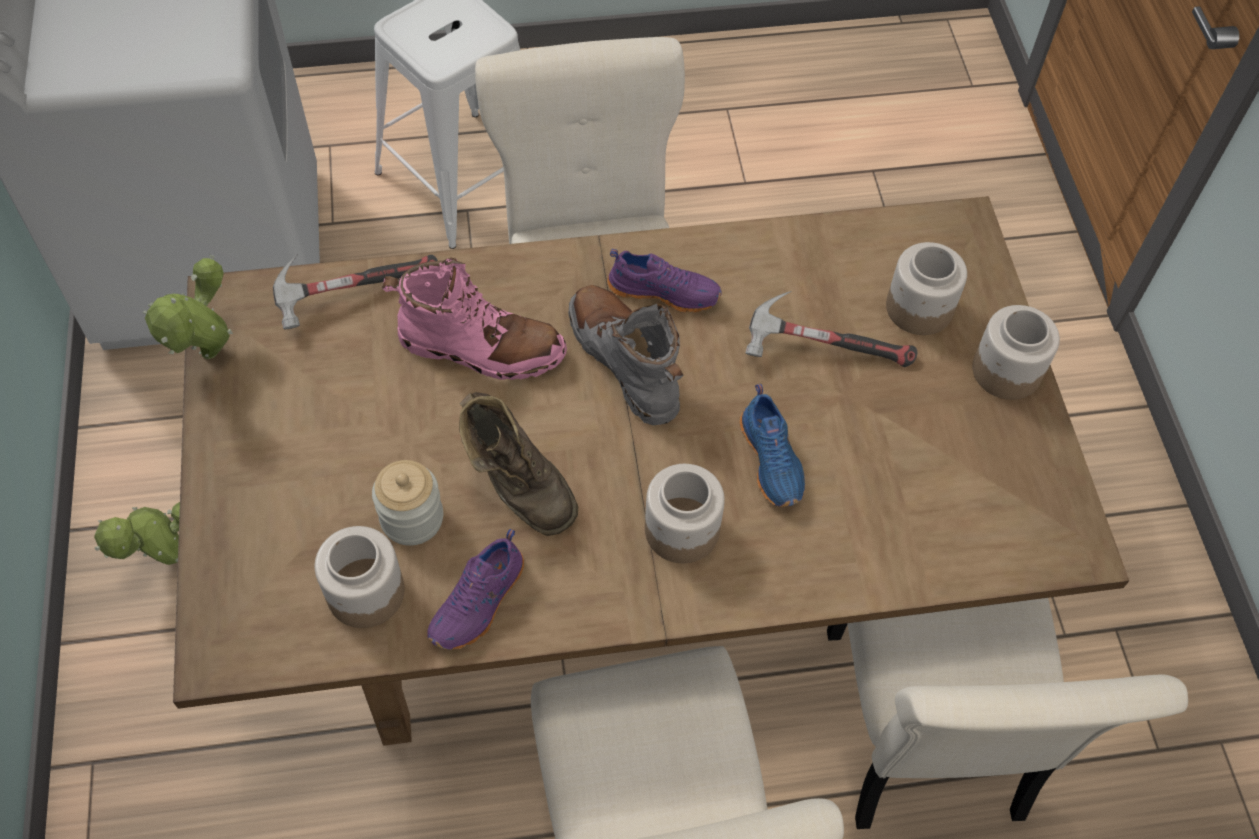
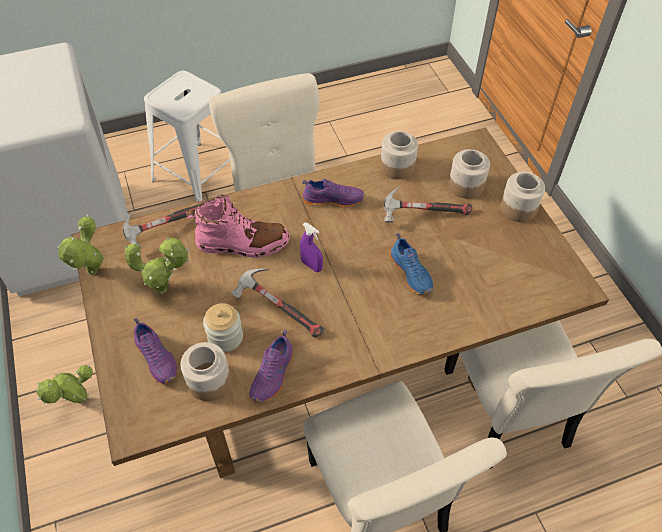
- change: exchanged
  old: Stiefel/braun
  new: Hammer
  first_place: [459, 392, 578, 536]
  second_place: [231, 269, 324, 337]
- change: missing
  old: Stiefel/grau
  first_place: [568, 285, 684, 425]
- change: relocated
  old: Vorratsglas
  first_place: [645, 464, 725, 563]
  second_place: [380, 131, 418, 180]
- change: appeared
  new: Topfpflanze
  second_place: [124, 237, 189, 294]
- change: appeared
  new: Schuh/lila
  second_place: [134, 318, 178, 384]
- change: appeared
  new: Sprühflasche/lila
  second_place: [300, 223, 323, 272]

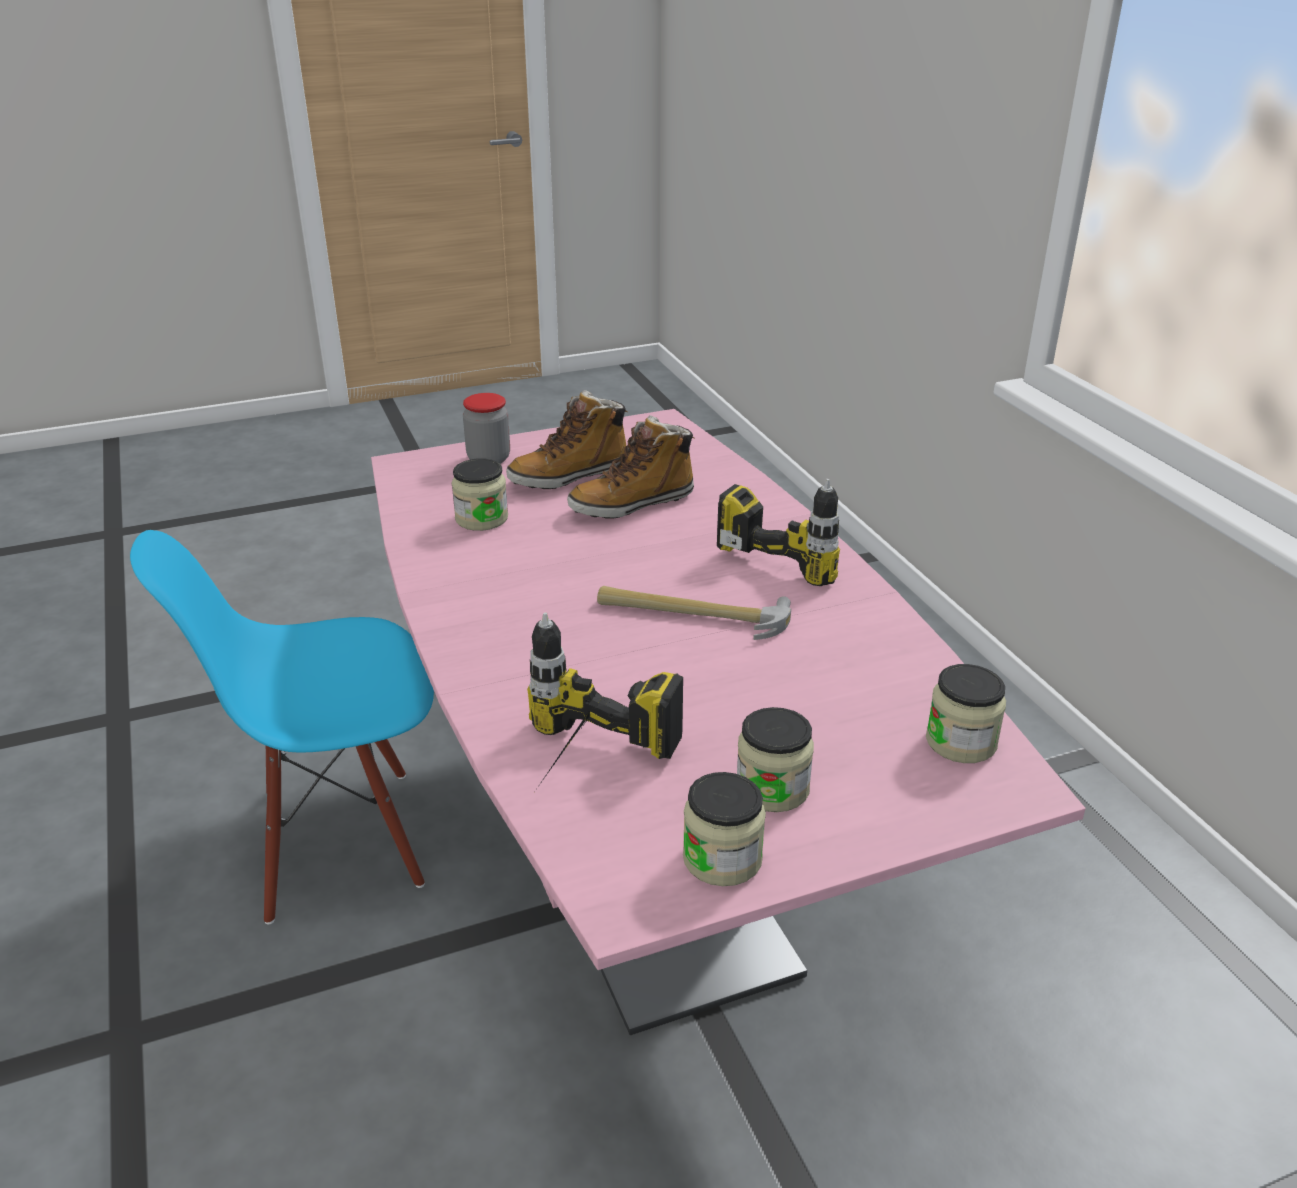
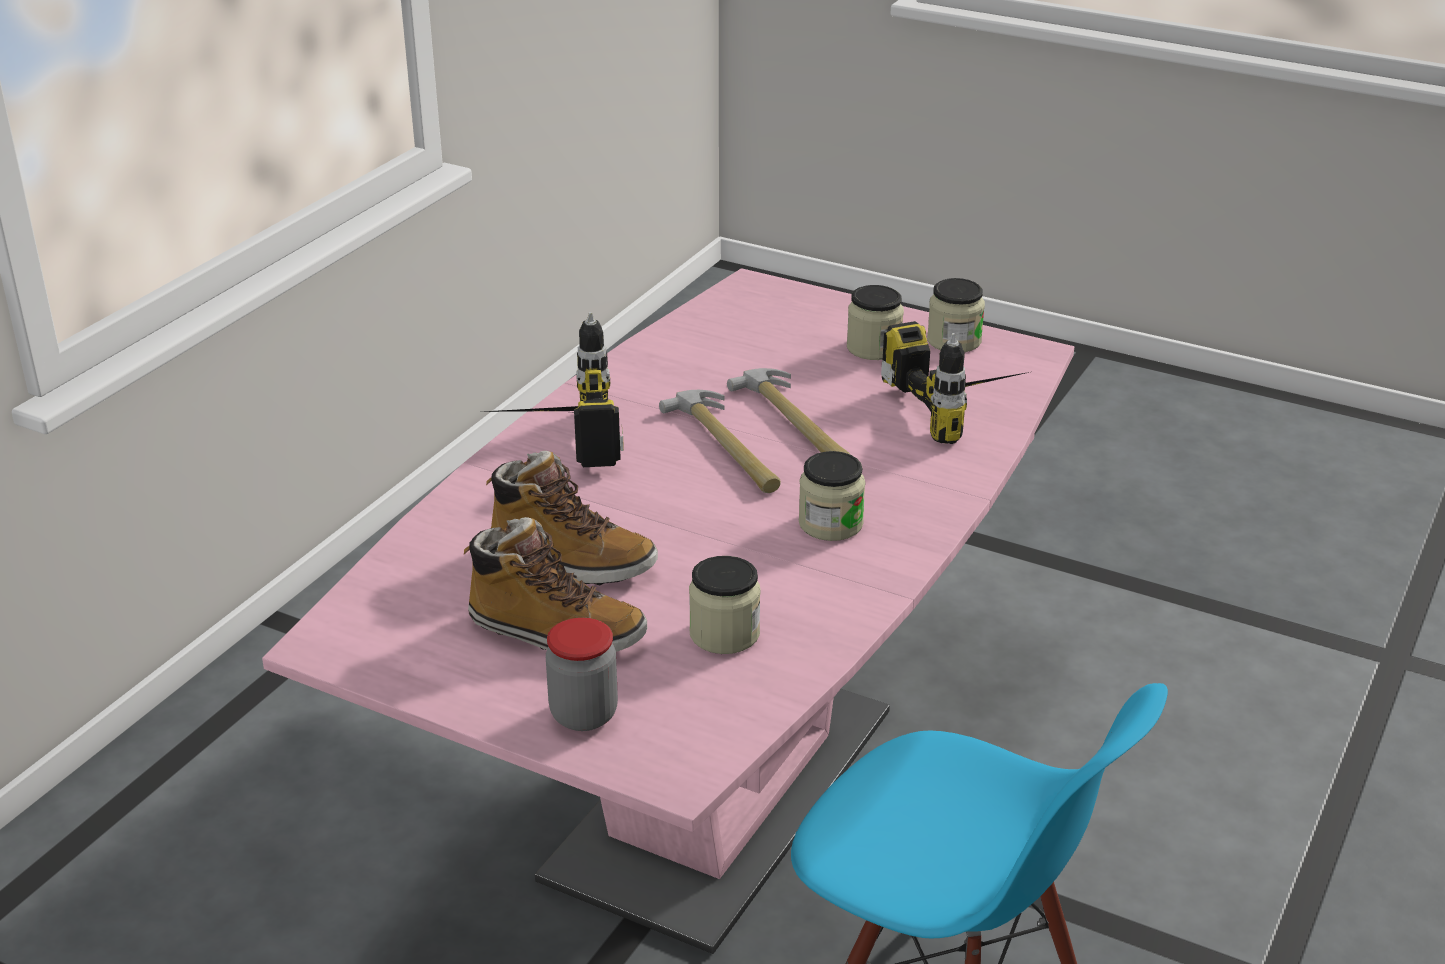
- change: relocated
  old: Vorratsglas
  first_place: [926, 664, 1006, 763]
  second_place: [799, 451, 865, 541]
- change: appeared
  new: Hammer
  second_place: [727, 368, 850, 454]

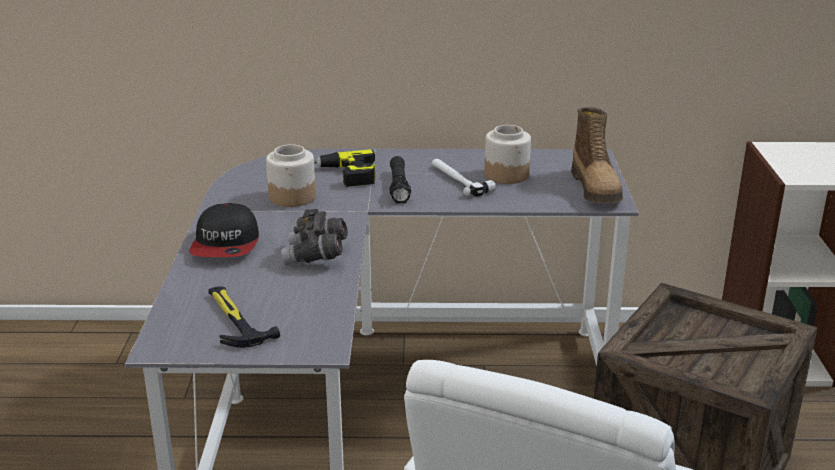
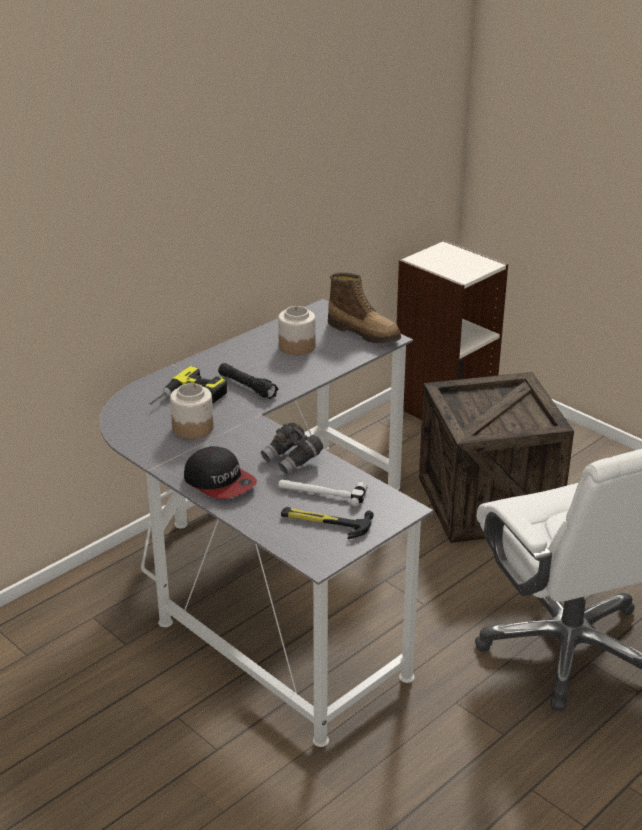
- change: relocated
  old: Hammer
  first_place: [432, 159, 496, 197]
  second_place: [278, 480, 367, 506]

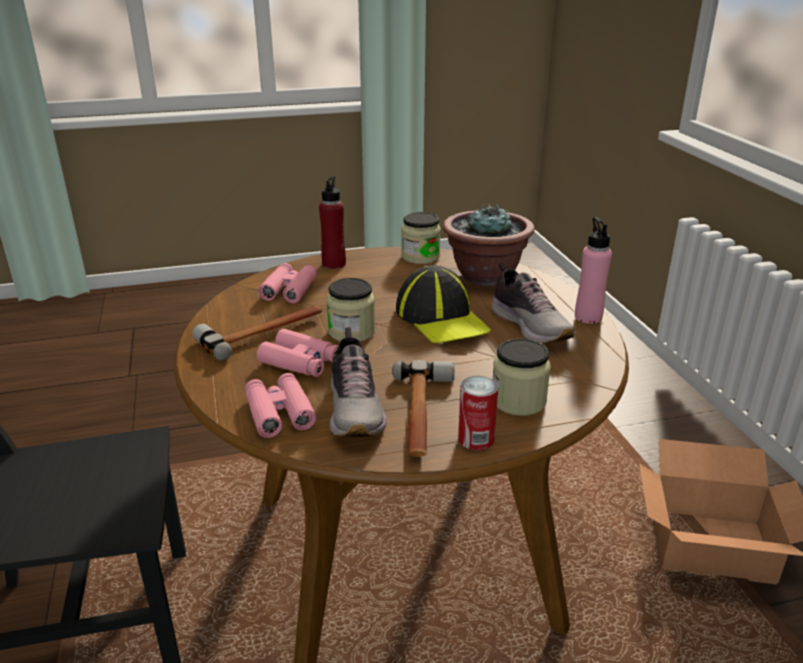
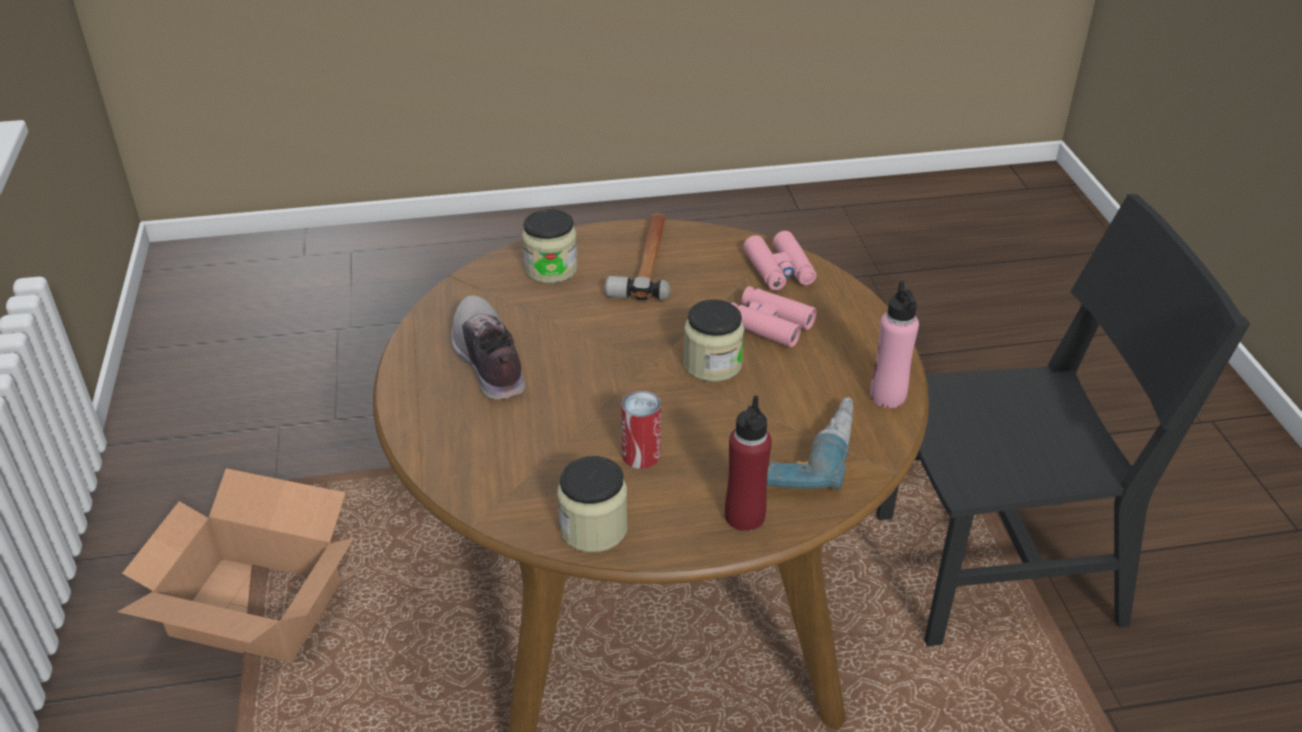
- change: missing
  old: Hammer
  first_place: [193, 306, 322, 360]
- change: exchanged
  old: Fernglas/rosa
  new: Bohrmaschine
  first_place: [258, 263, 317, 303]
  second_place: [767, 397, 854, 491]
- change: missing
  old: Schuh
  first_place: [330, 327, 387, 437]
- change: missing
  old: Kappe
  first_place: [396, 265, 491, 343]
- change: missing
  old: Topfpflanze
  first_place: [443, 204, 534, 286]
- change: relocated
  old: Dose
  first_place: [458, 376, 498, 450]
  second_place: [621, 391, 661, 469]
- change: relocated
  old: Flasche/rosa
  first_place: [575, 217, 612, 324]
  second_place: [870, 281, 919, 408]

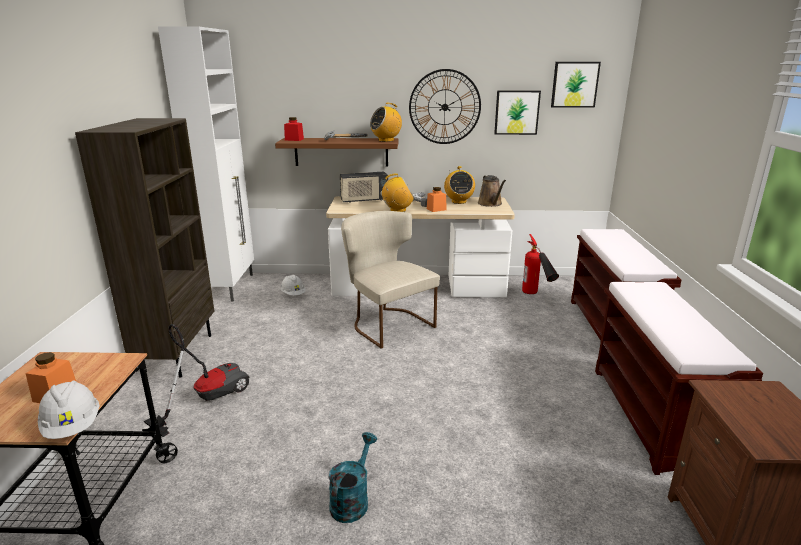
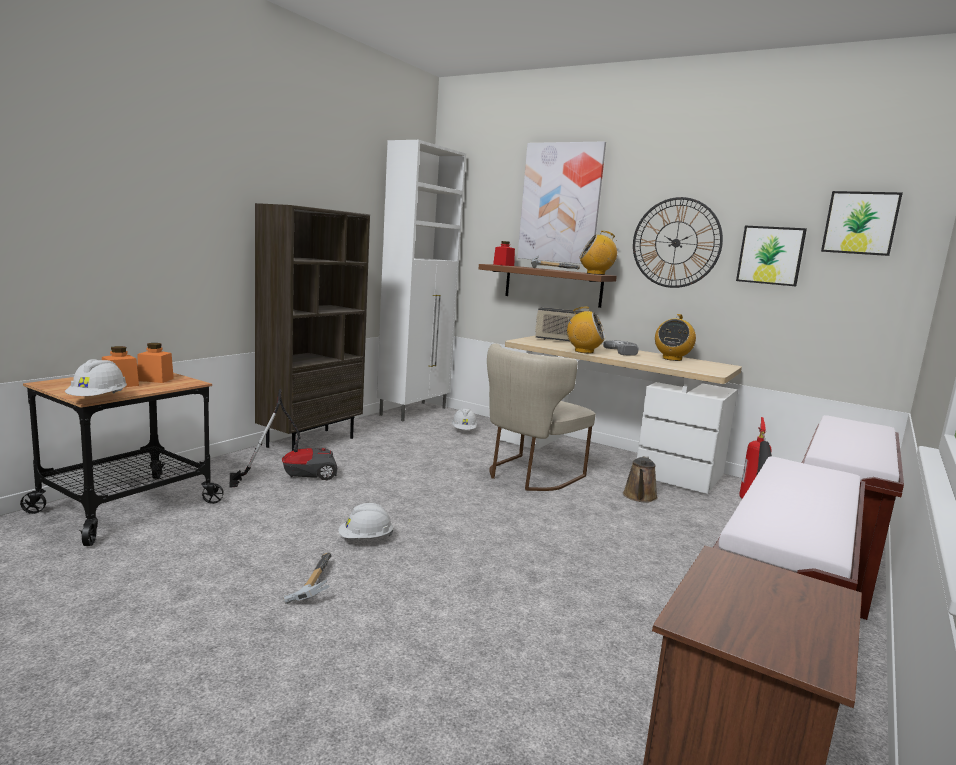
- change: exchanged
  old: Gießkanne/türkis
  new: Hammer
  first_place: [329, 432, 377, 523]
  second_place: [284, 552, 331, 604]
- change: spun
  old: Stuhl/beige
  first_place: [341, 211, 440, 349]
  second_place: [487, 344, 596, 491]
  degrees: -135
- change: relocated
  old: Vorratsglas/orange
  first_place: [427, 187, 446, 212]
  second_place: [137, 343, 174, 383]
- change: relocated
  old: Gießkanne/braun
  first_place: [478, 175, 506, 207]
  second_place: [623, 456, 658, 503]
- change: appeared
  new: Schutzhelm/weiß
  second_place: [338, 503, 394, 538]
- change: appeared
  new: Bild
  second_place: [517, 141, 606, 264]

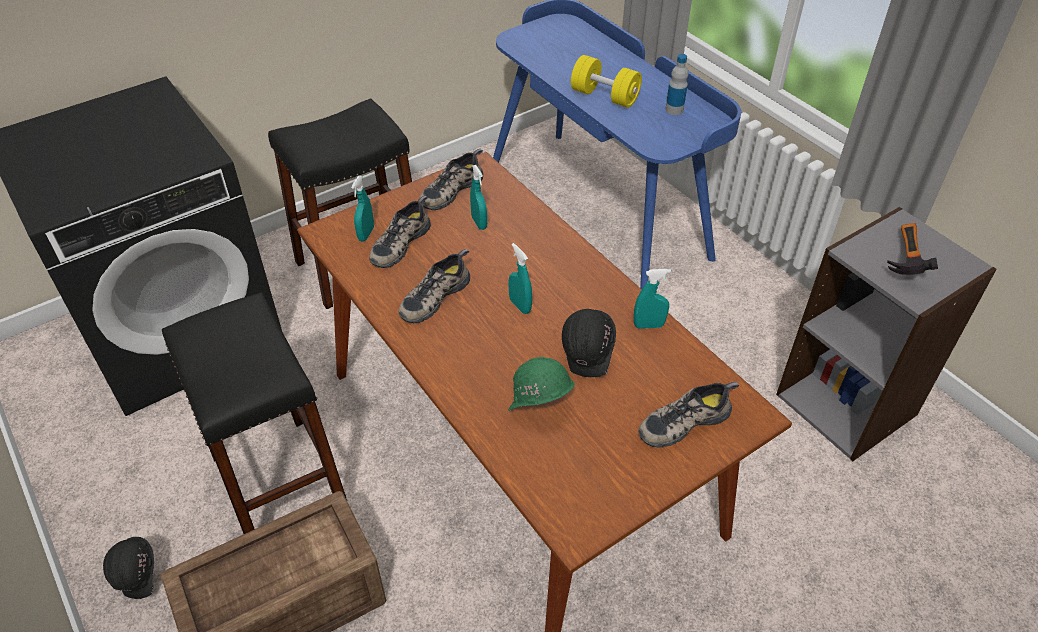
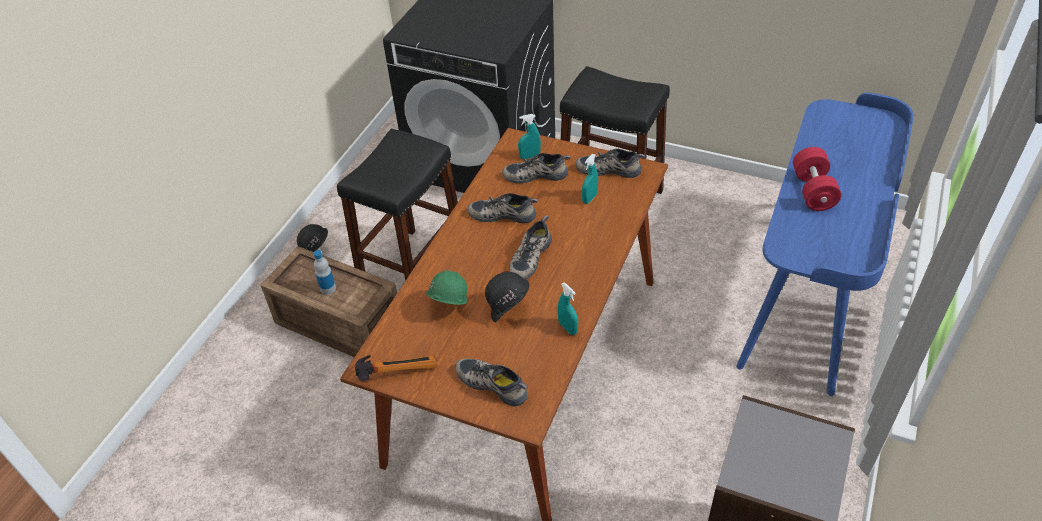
- change: exchanged
  old: Sprühflasche/türkis
  new: Schuh
  first_place: [508, 243, 532, 314]
  second_place: [509, 215, 552, 279]
- change: colour
  old: Hantel/gelb
  new: Hantel/rot
  first_place: [571, 55, 642, 108]
  second_place: [793, 147, 841, 211]
- change: relocated
  old: Flasche
  first_place: [665, 54, 688, 115]
  second_place: [314, 250, 336, 295]
- change: relocated
  old: Hammer
  first_place: [887, 223, 938, 275]
  second_place: [355, 355, 437, 381]

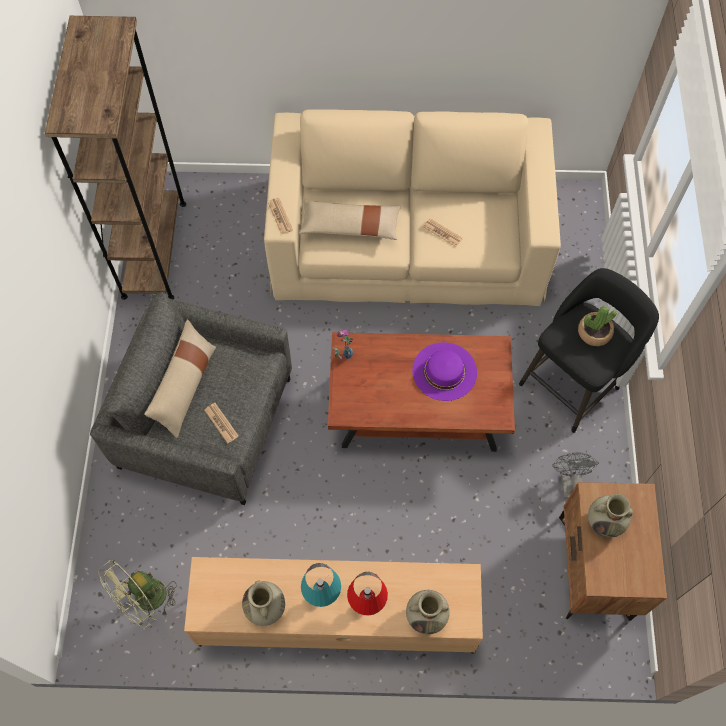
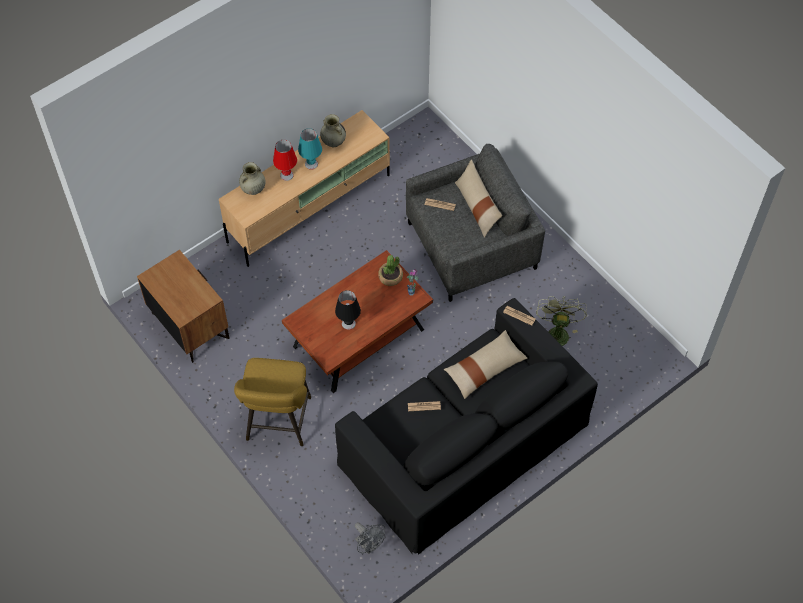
- change: missing
  old: Bücherregal/braun
  first_place: [45, 16, 186, 300]
- change: relocated
  old: Ventilator/grün
  first_place: [98, 560, 177, 628]
  second_place: [536, 296, 587, 346]
- change: colour
  old: Sofa/beige
  new: Sofa/schwarz
  first_place: [264, 109, 561, 306]
  second_place: [335, 298, 598, 555]
- change: exchanged
  old: Hut/lila
  new: Tischlampe/schwarz
  first_place: [412, 342, 477, 401]
  second_place: [335, 290, 361, 330]
- change: colour
  old: Hocker/schwarz
  new: Hocker/gelb
  first_place: [519, 268, 659, 433]
  second_place: [234, 358, 311, 446]
- change: relocated
  old: Ventilator/grau
  first_place: [552, 452, 599, 499]
  second_place: [355, 522, 385, 554]
- change: relocated
  old: Topfpflanze
  first_place: [578, 306, 617, 346]
  second_place: [378, 255, 403, 286]
- change: missing
  old: Vase/beige
  first_place: [588, 494, 633, 537]

